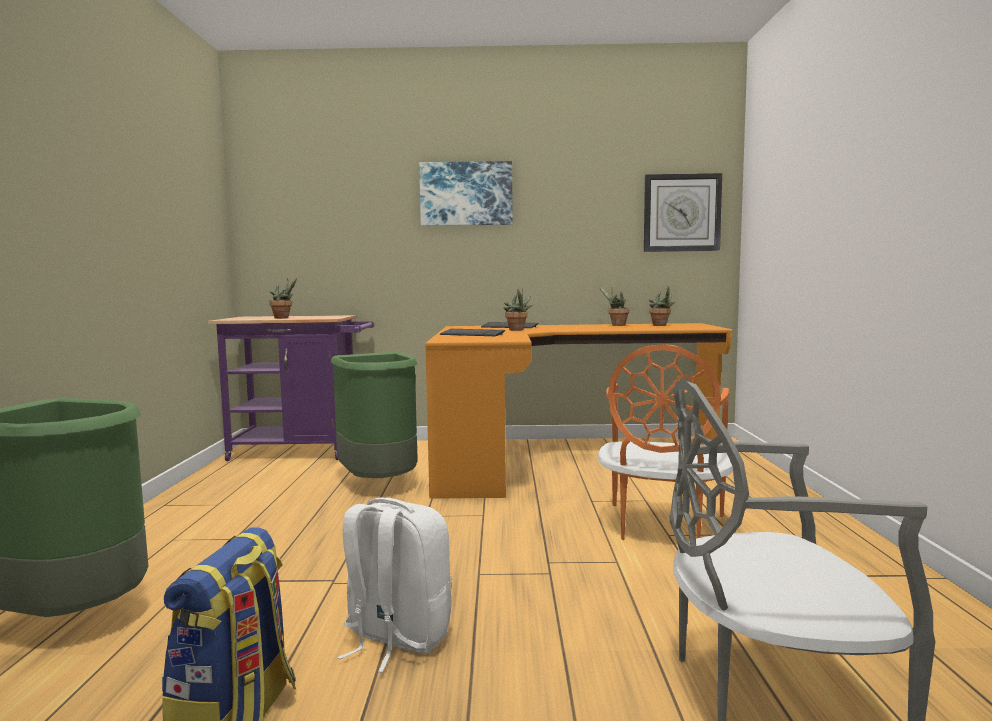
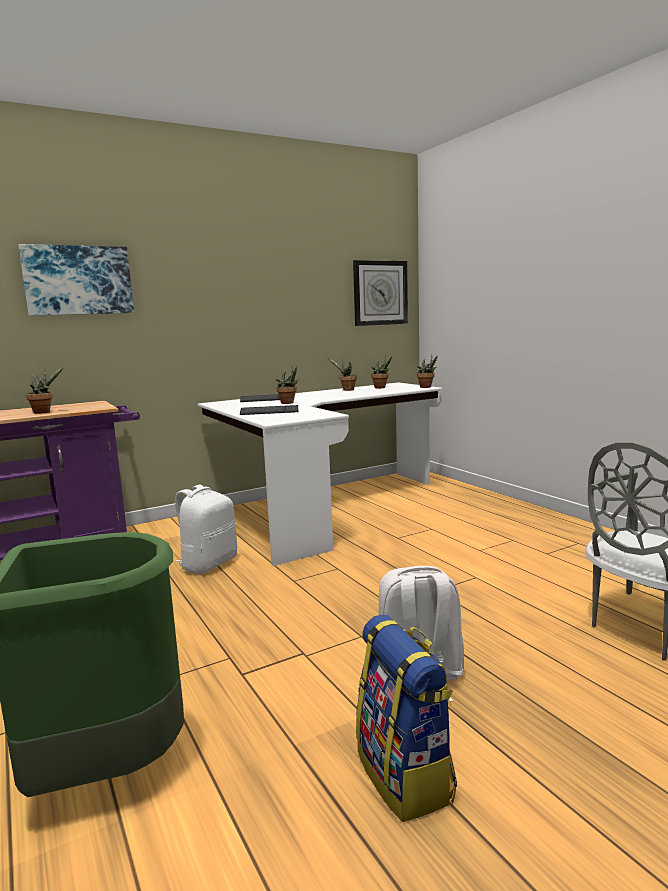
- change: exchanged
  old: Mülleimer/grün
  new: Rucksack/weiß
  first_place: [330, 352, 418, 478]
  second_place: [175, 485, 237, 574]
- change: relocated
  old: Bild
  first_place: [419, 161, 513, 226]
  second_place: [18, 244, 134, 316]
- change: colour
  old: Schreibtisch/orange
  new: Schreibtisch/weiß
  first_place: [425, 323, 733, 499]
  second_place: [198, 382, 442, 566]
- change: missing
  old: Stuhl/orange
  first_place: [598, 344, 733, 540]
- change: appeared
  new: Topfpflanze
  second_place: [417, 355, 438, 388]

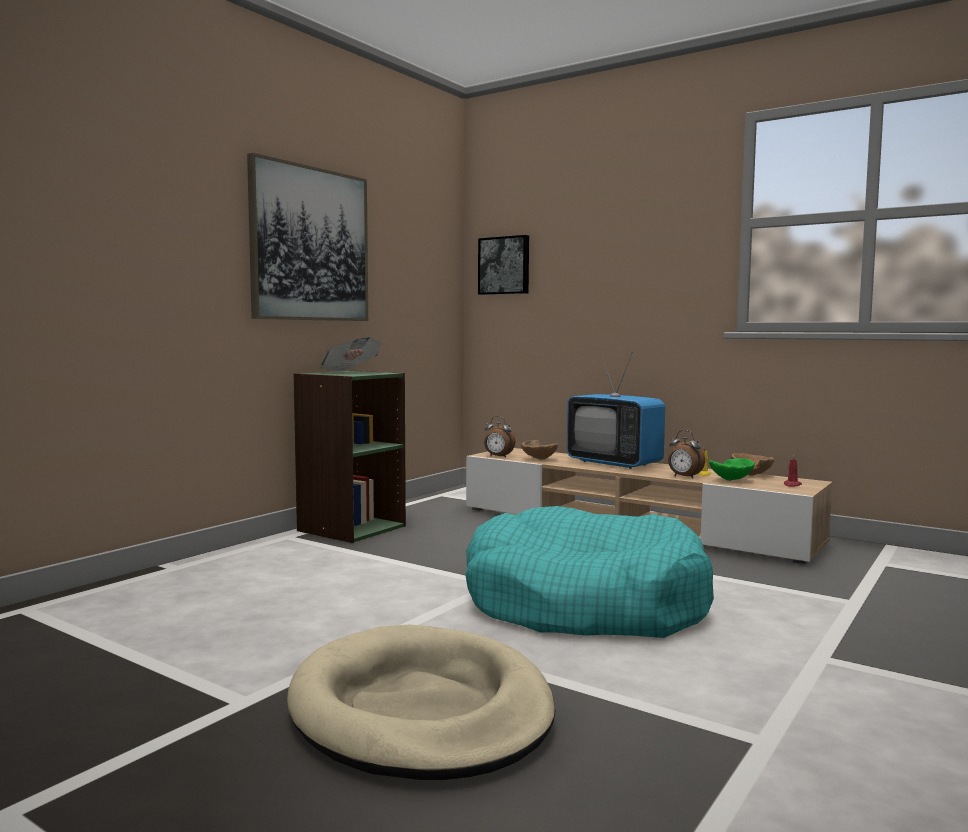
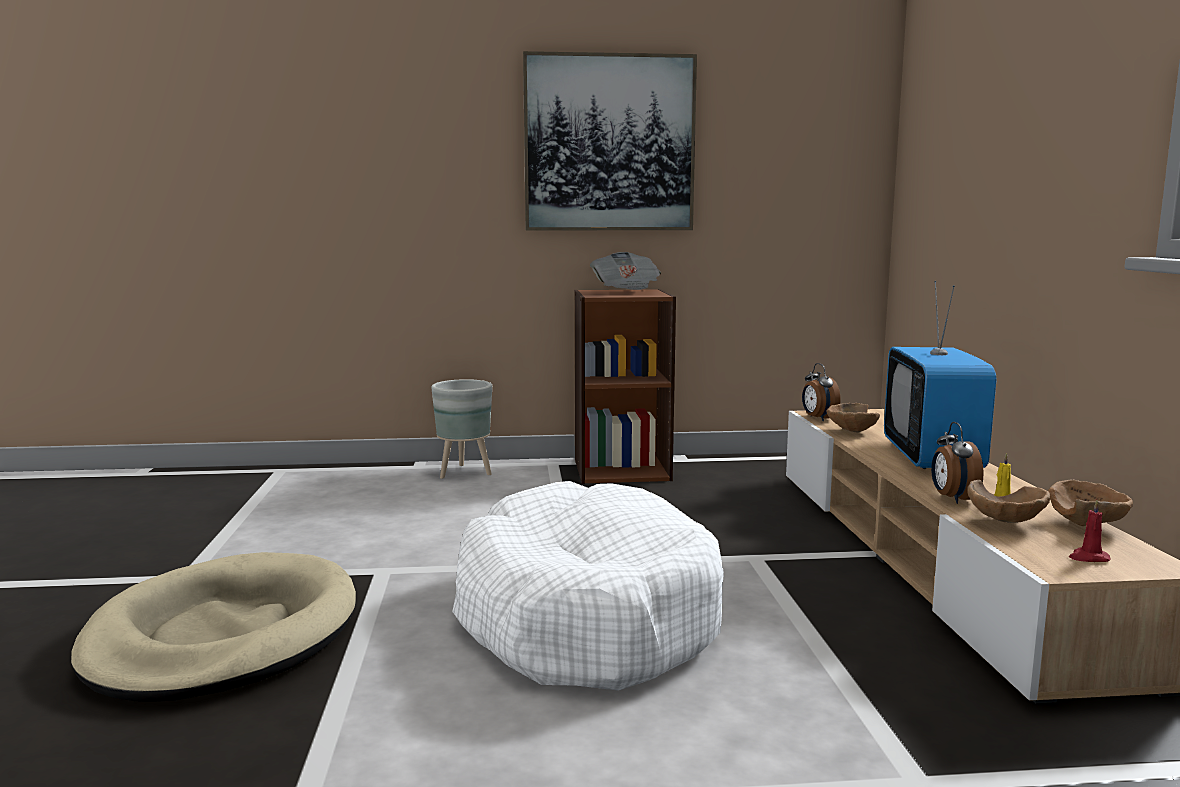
- change: colour
  old: Bücherregal/grün
  new: Bücherregal/braun
  first_place: [293, 370, 406, 543]
  second_place: [574, 289, 676, 484]
- change: colour
  old: Hundebett/türkis
  new: Hundebett/weiß
  first_place: [465, 506, 714, 638]
  second_place: [452, 481, 724, 691]
- change: missing
  old: Bild
  first_place: [478, 235, 529, 295]
- change: colour
  old: Schüssel/grün
  new: Schüssel/braun
  first_place: [709, 458, 755, 481]
  second_place: [967, 480, 1050, 523]
- change: appeared
  new: Pflanzkübel/grau
  second_place: [431, 379, 492, 479]

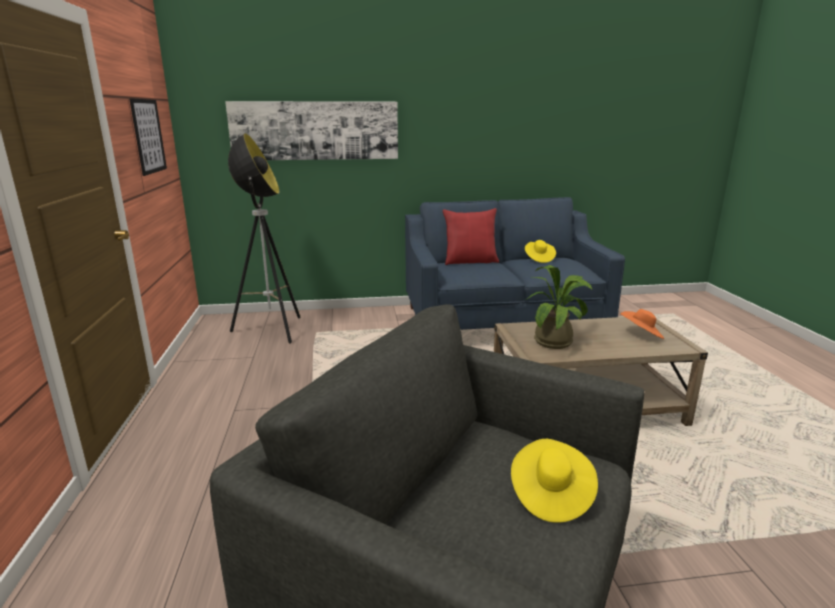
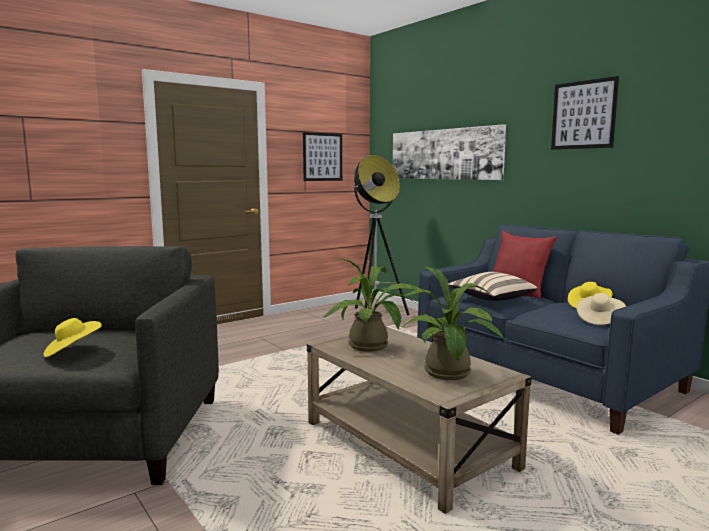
- change: exchanged
  old: Hut/orange
  new: Topfpflanze
  first_place: [620, 309, 665, 339]
  second_place: [402, 266, 505, 380]
- change: appeared
  new: Kissen/beige
  second_place: [448, 272, 537, 301]
- change: appeared
  new: Bild
  second_place: [551, 76, 619, 150]
- change: appeared
  new: Hut/beige
  second_place: [577, 293, 626, 325]

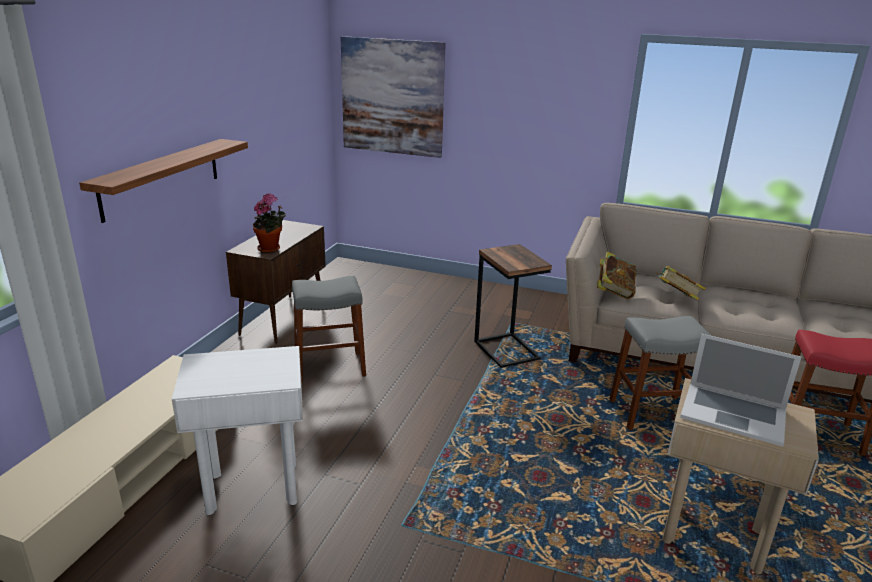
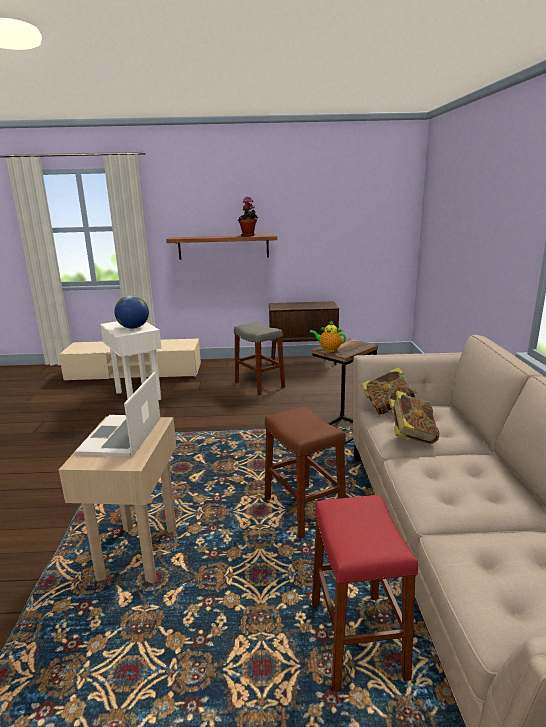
- change: relocated
  old: Topfpflanze
  first_place: [253, 193, 286, 253]
  second_place: [238, 196, 258, 237]
- change: missing
  old: Bild
  first_place: [341, 36, 446, 158]
- change: colour
  old: Hocker/grau
  new: Hocker/braun
  first_place: [609, 316, 712, 430]
  second_place: [265, 406, 346, 539]
- change: appeared
  new: Globus
  second_place: [114, 295, 149, 329]
- change: appeared
  new: Teekanne
  second_place: [309, 321, 346, 352]

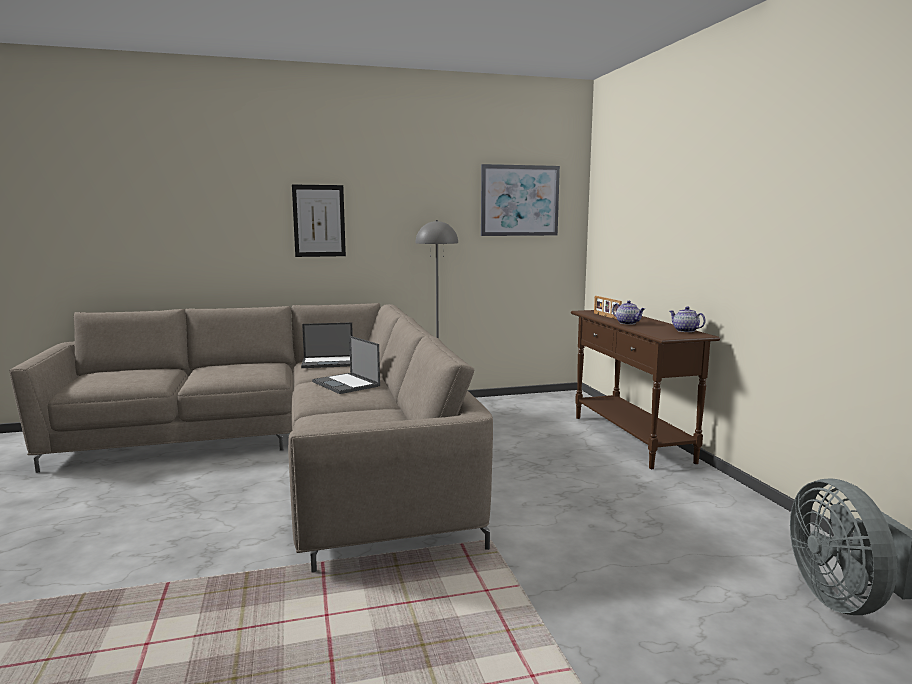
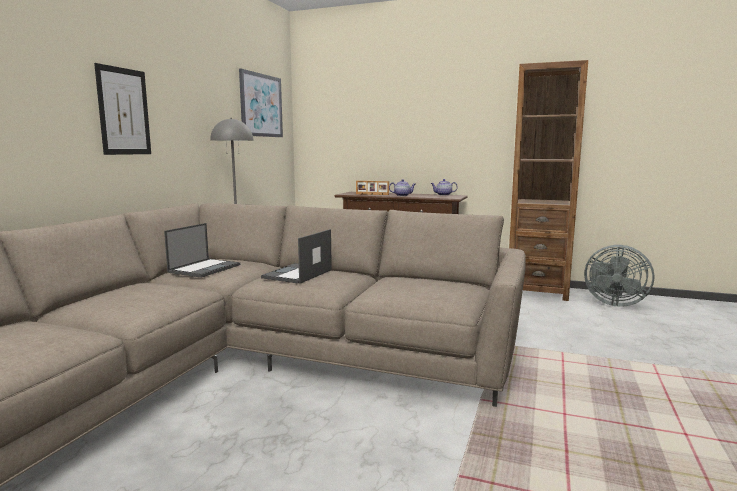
- change: spun
  old: Laptop
  first_place: [312, 336, 380, 394]
  second_place: [261, 229, 332, 284]
  degrees: 120
- change: appeared
  new: Bücherregal/braun
  second_place: [509, 60, 588, 301]

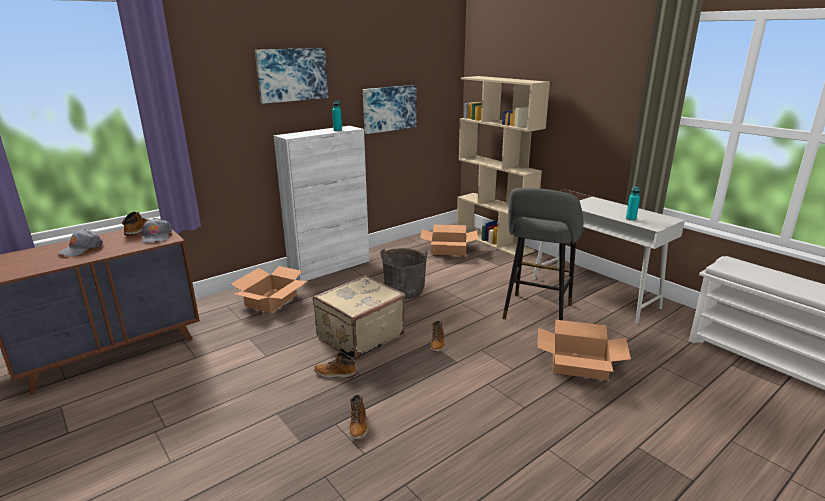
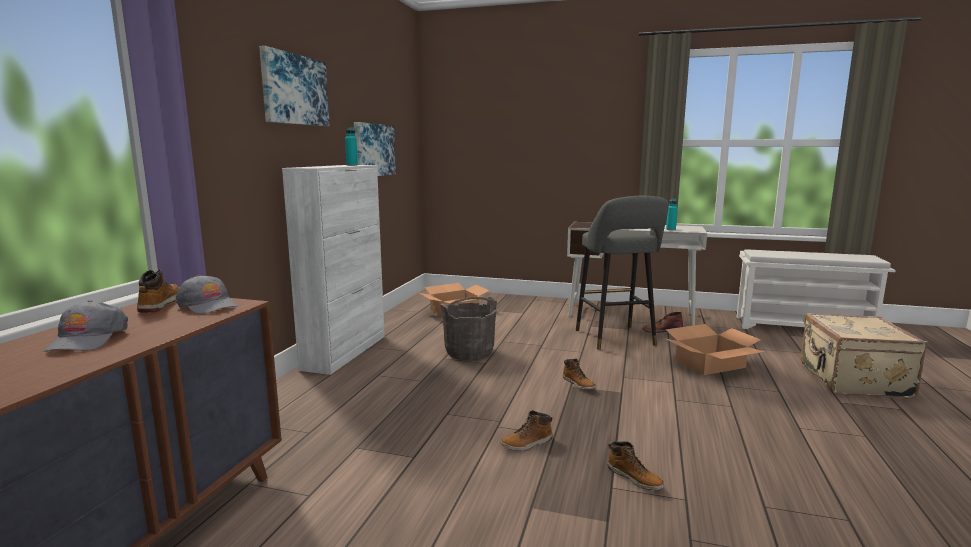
- change: missing
  old: Karton
  first_place: [231, 266, 308, 313]
- change: relocated
  old: Koffer/beige
  first_place: [313, 275, 405, 360]
  second_place: [801, 313, 927, 399]
- change: missing
  old: Bücherregal/beige
  first_place: [457, 76, 550, 256]
- change: appeared
  new: Stiefel/braun
  second_place: [643, 312, 683, 333]

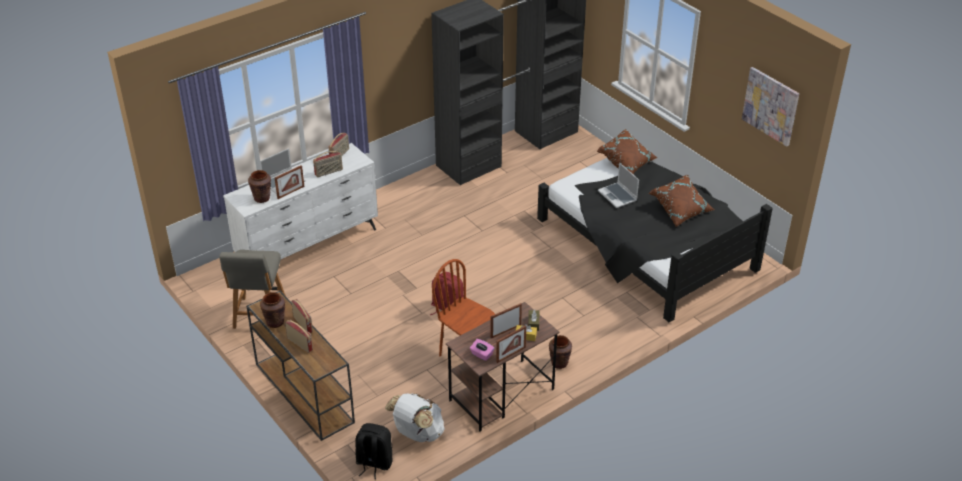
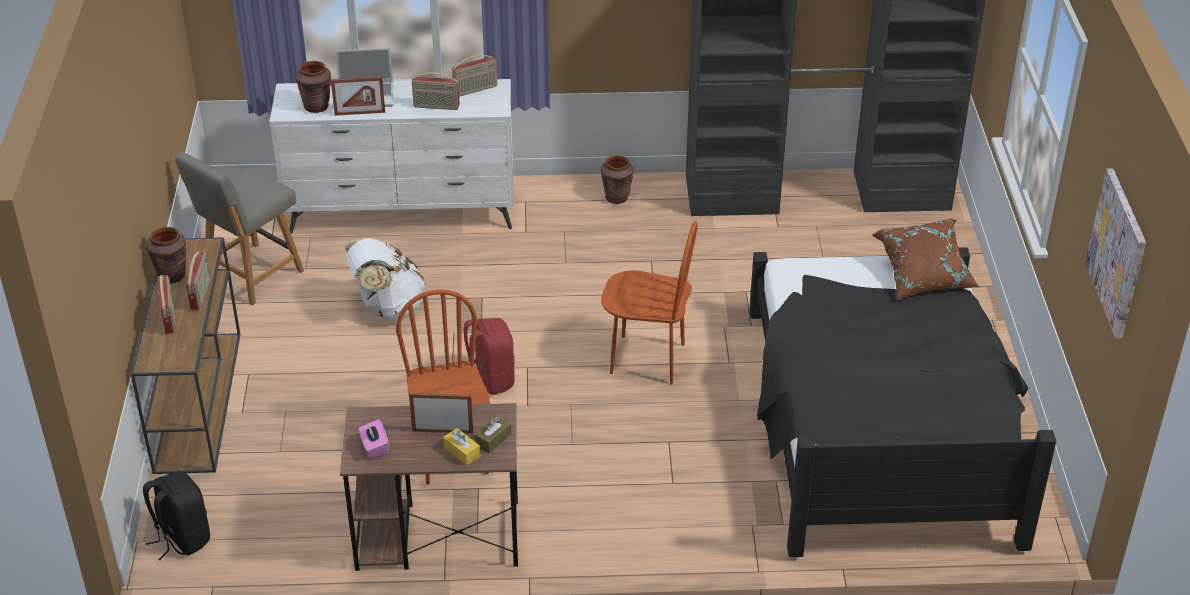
- change: relocated
  old: Rucksack/weiß
  first_place: [385, 393, 445, 442]
  second_place: [345, 238, 426, 320]
- change: missing
  old: Bilderrahmen
  first_place: [496, 325, 526, 363]
- change: relocated
  old: Vase/braun
  first_place: [549, 335, 572, 369]
  second_place: [601, 156, 634, 204]
- change: missing
  old: Laptop
  first_place: [598, 163, 639, 208]
- change: missing
  old: Kissen/braun
  first_place: [648, 175, 714, 227]
- change: appeared
  new: Stuhl/braun
  second_place: [601, 221, 698, 384]

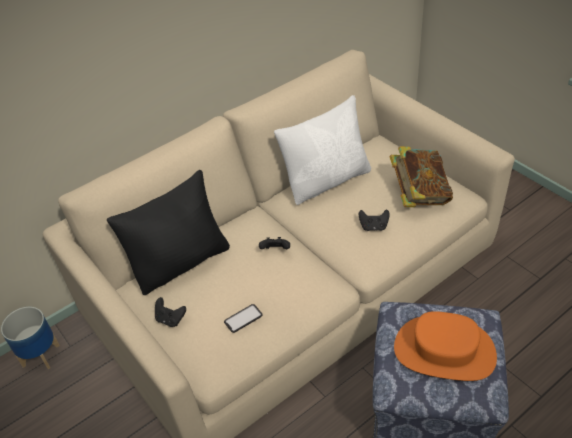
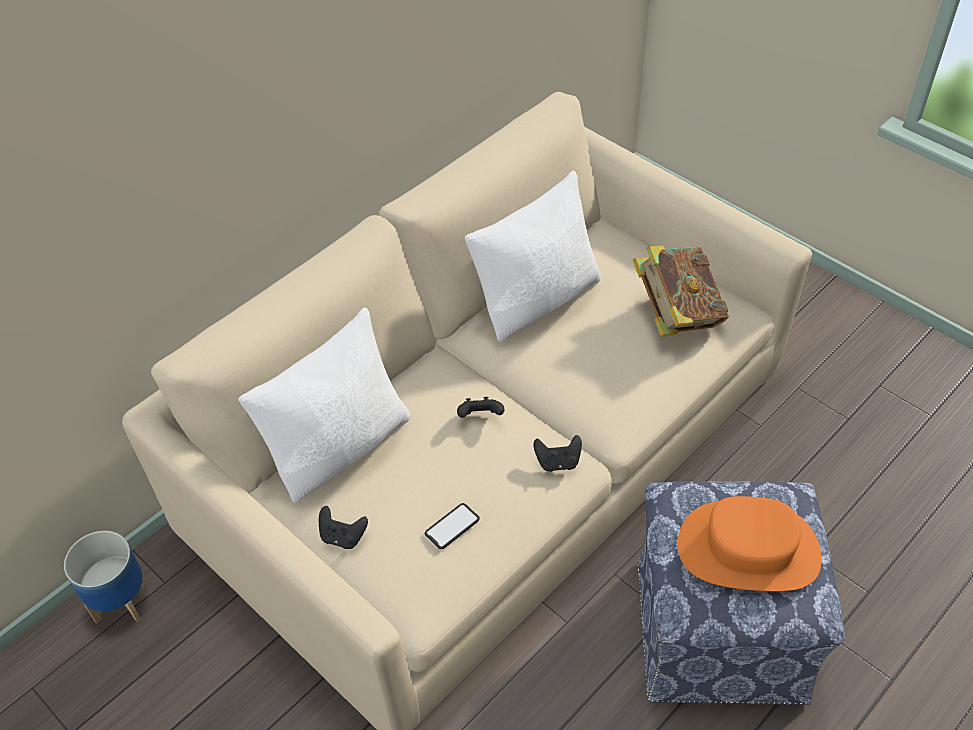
- change: colour
  old: Kissen/schwarz
  new: Kissen/weiß
  first_place: [107, 170, 230, 295]
  second_place: [238, 308, 410, 503]
- change: relocated
  old: Gamepad/schwarz
  first_place: [359, 210, 390, 231]
  second_place: [533, 435, 582, 472]

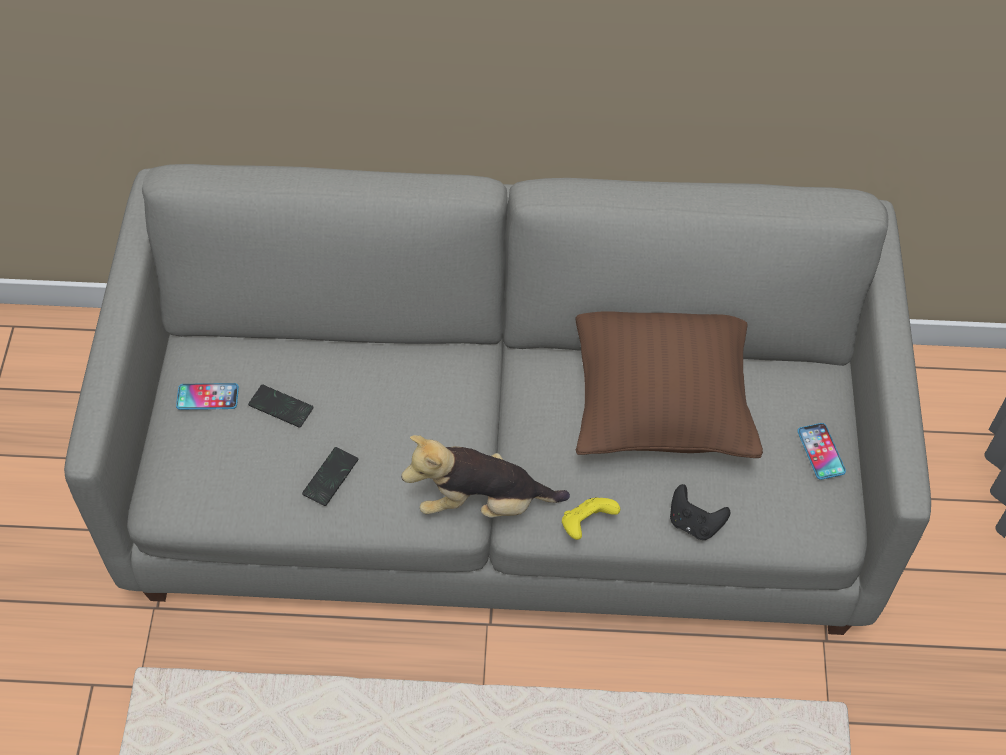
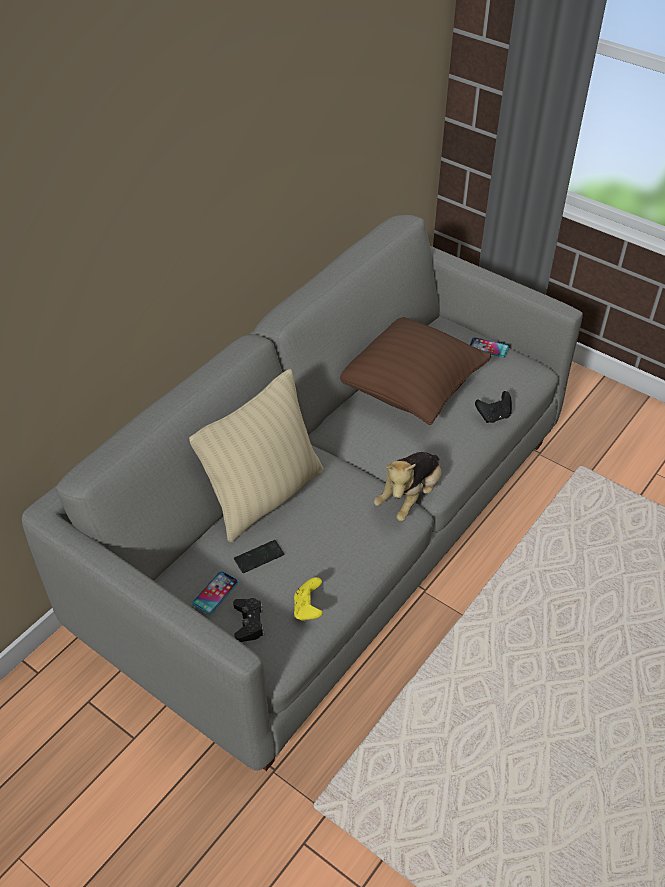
- change: missing
  old: Handy
  first_place: [302, 447, 359, 506]
- change: relocated
  old: Gamepad/gelb
  first_place: [562, 497, 620, 540]
  second_place: [294, 577, 323, 621]
- change: appeared
  new: Kissen/beige
  second_place: [189, 369, 324, 543]
- change: appeared
  new: Gamepad/schwarz
  second_place: [233, 598, 264, 642]

